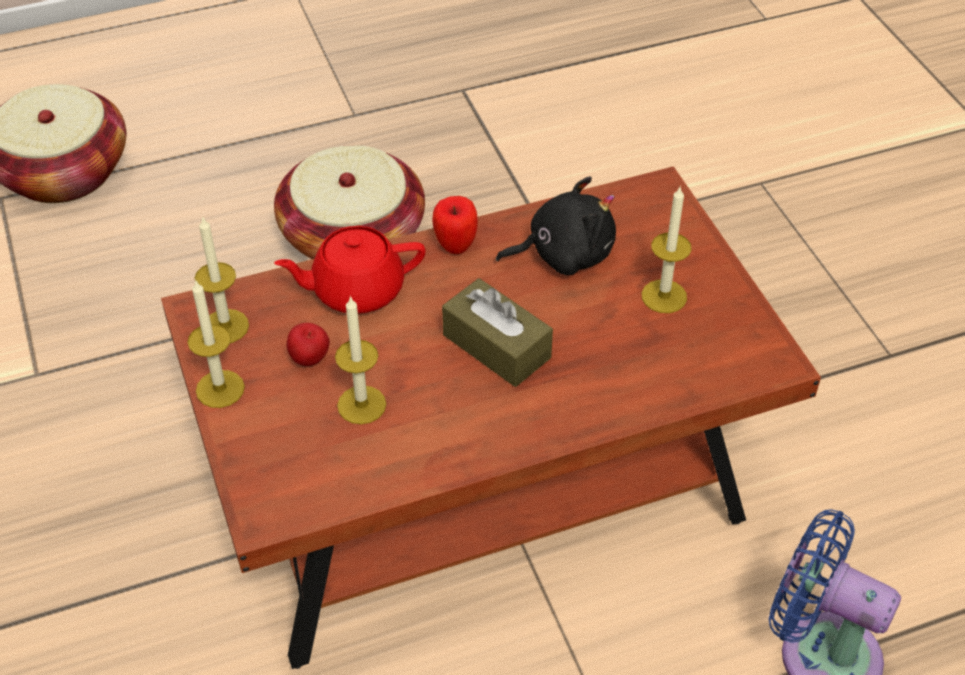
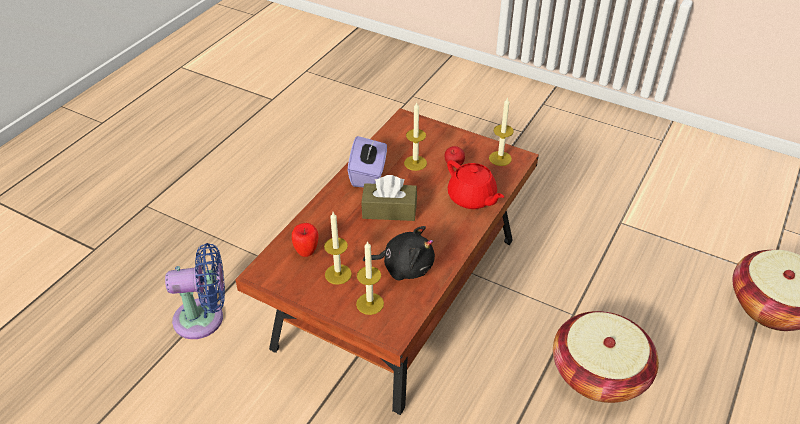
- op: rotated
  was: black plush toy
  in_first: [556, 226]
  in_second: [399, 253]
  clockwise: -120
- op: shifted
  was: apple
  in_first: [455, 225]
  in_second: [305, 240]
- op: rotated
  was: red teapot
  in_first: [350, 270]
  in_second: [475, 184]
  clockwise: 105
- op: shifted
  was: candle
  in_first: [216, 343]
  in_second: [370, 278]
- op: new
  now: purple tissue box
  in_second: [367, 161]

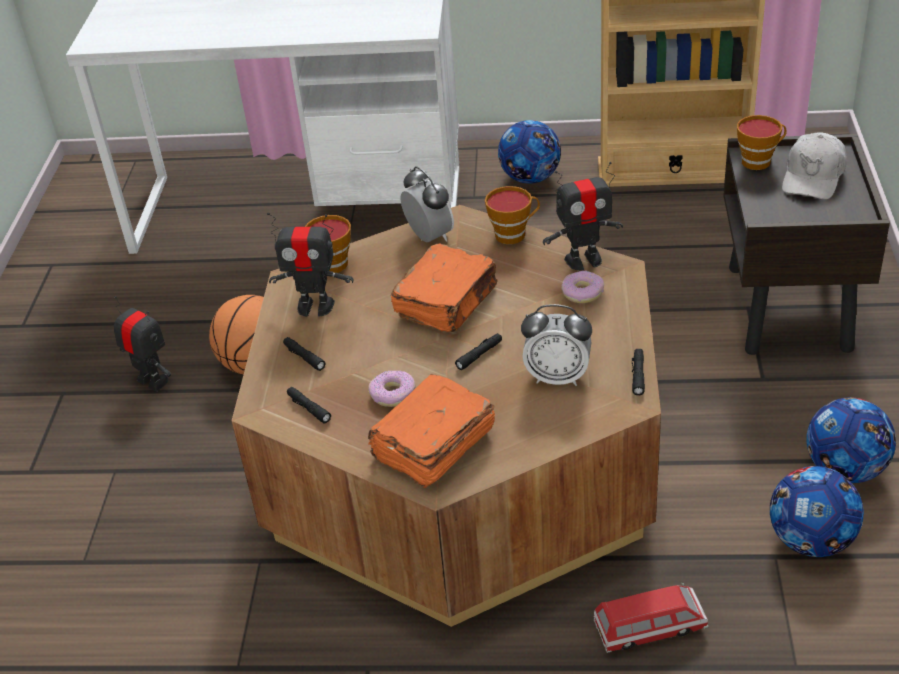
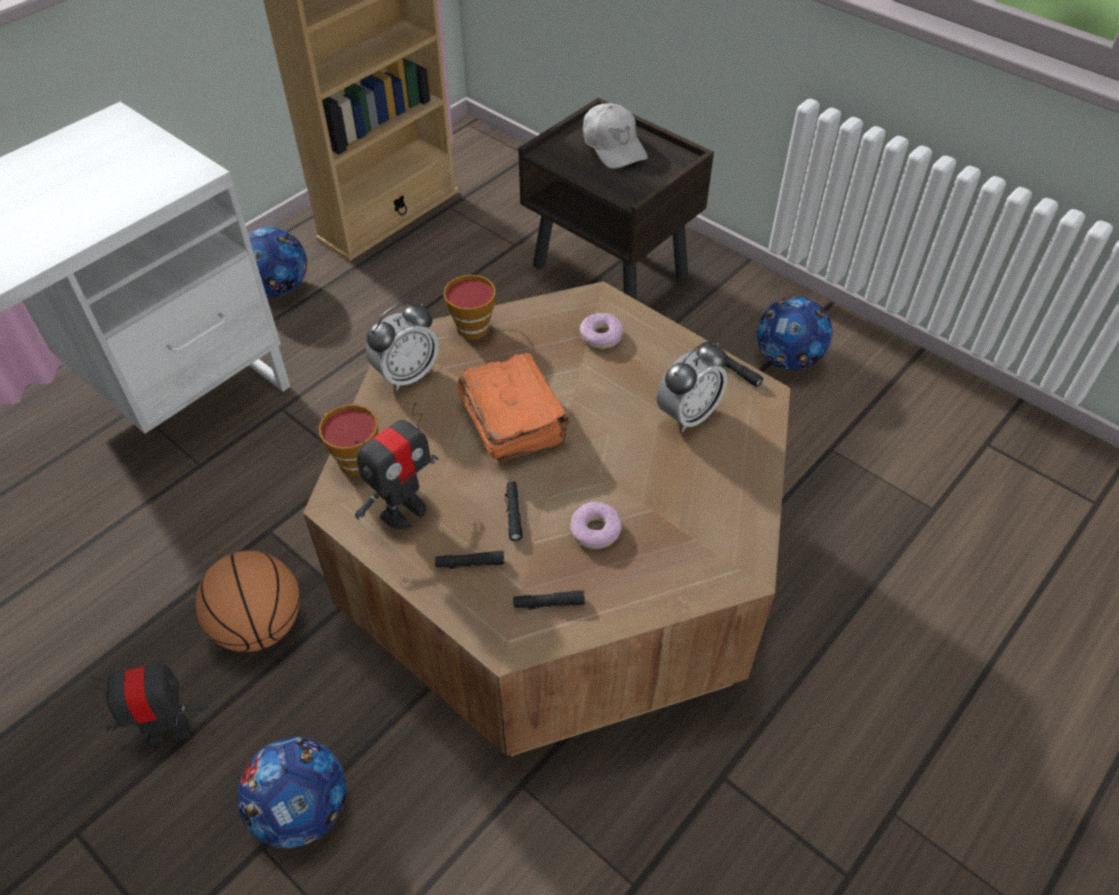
- op: gone
  was: cup
  in_first: [762, 142]
- op: gone
  was: toy robot
  in_first: [583, 216]
- op: rotated
  was: alarm clock
  in_first: [427, 204]
  in_second: [402, 346]
  clockwise: 135
- op: shifted
  was: black flashlight
  in_first: [478, 351]
  in_second: [513, 511]
- op: gone
  was: orange book
  in_first: [432, 431]
- op: shifted
  was: football
  in_first: [817, 511]
  in_second: [291, 792]
- op: gone
  was: toy car
  in_first: [651, 617]

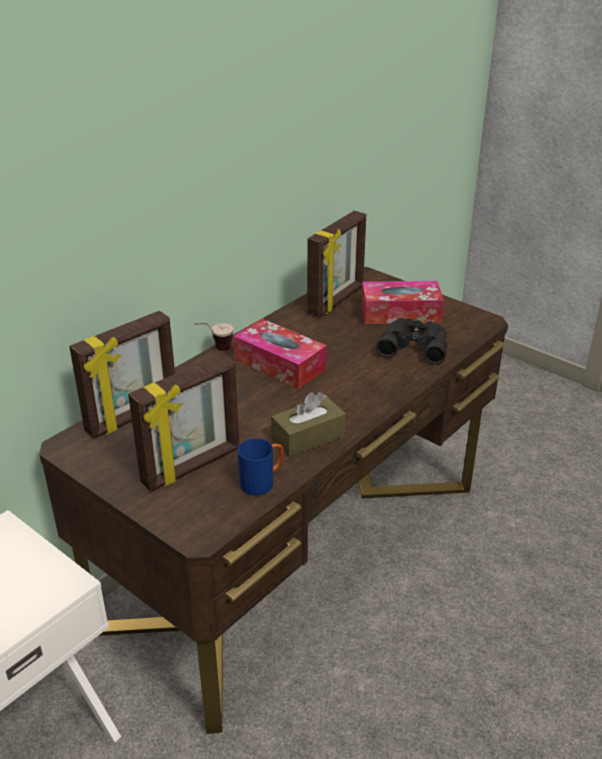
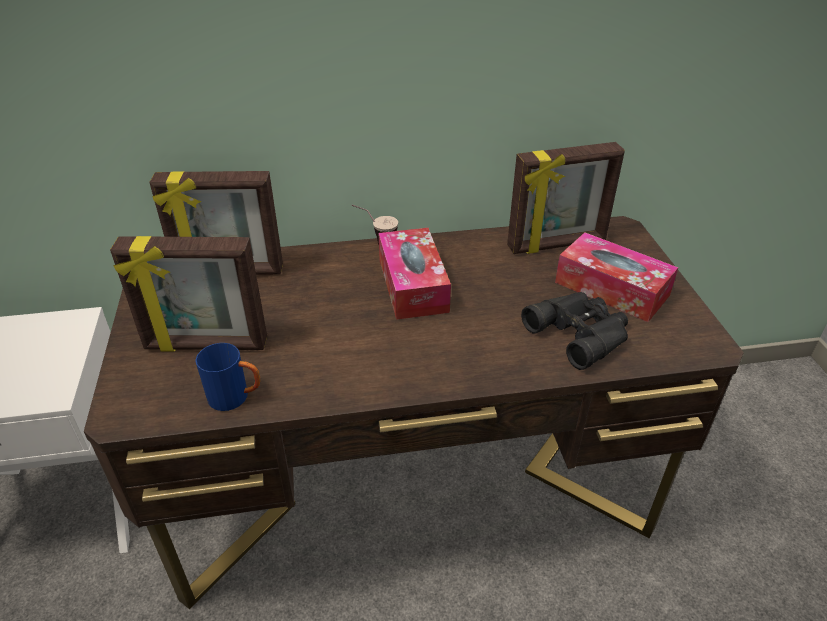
- op: gone
  was: brown tissue box
  in_first: [308, 424]

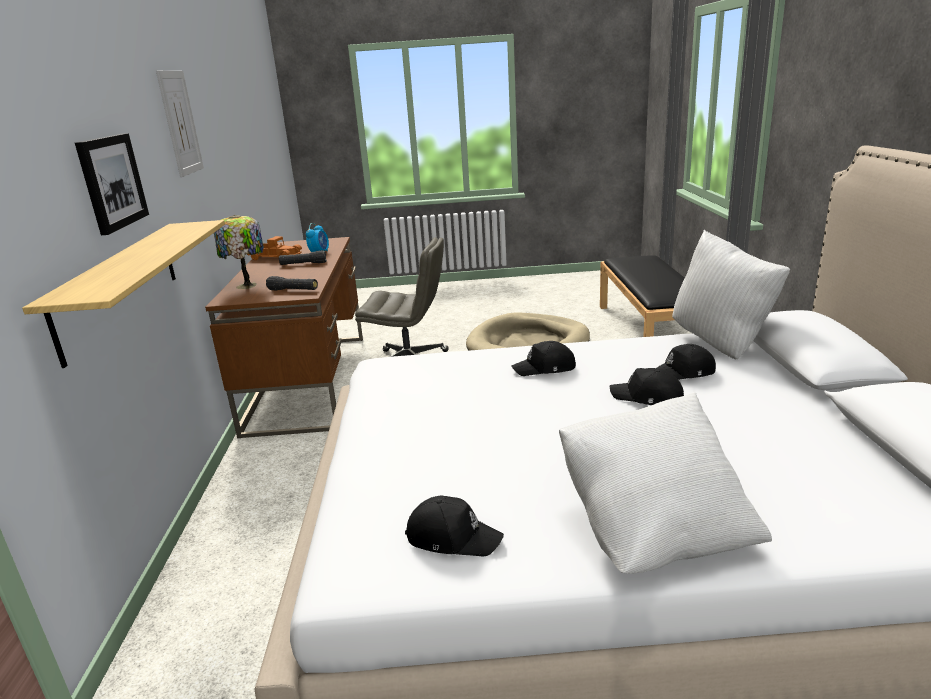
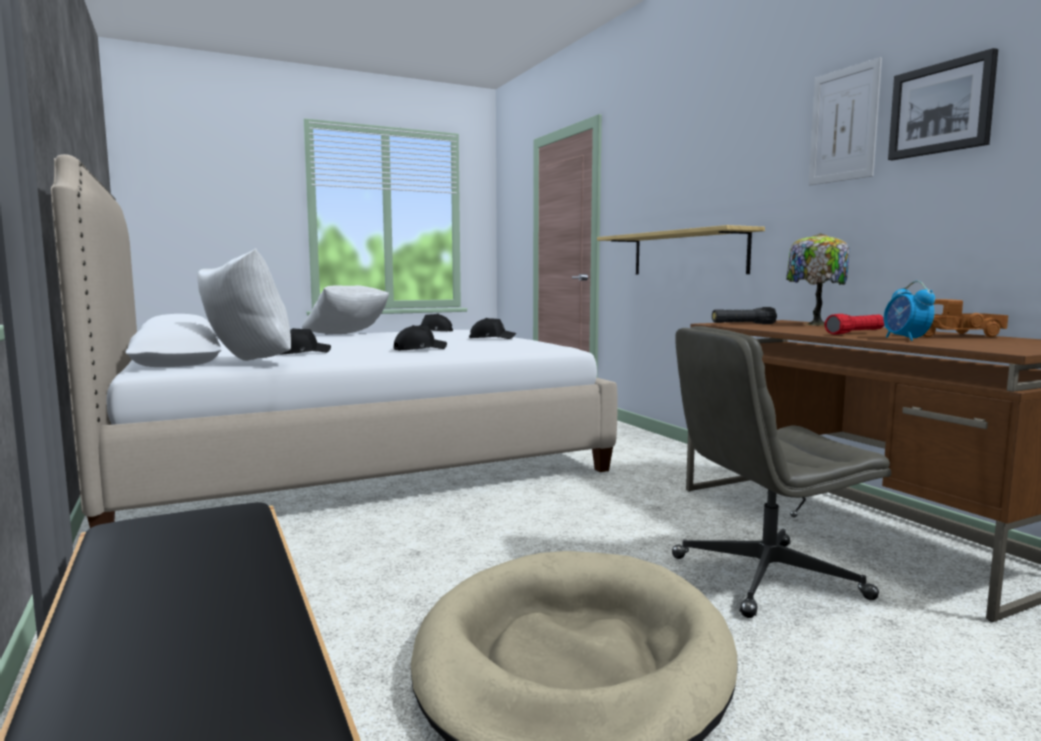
- op: shifted
  was: picture
  in_first: [112, 184]
  in_second: [943, 104]
- op: repainted
  was: black flashlight
  now: red flashlight
  in_first: [303, 257]
  in_second: [854, 324]
- op: shifted
  was: black cap
  in_first: [647, 386]
  in_second: [492, 328]

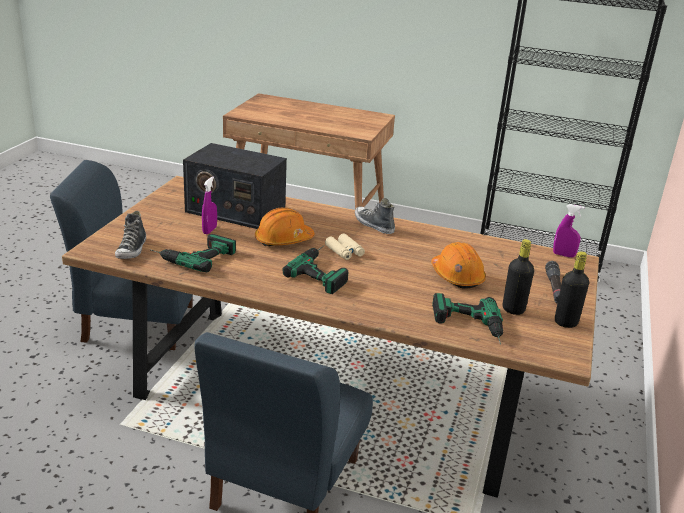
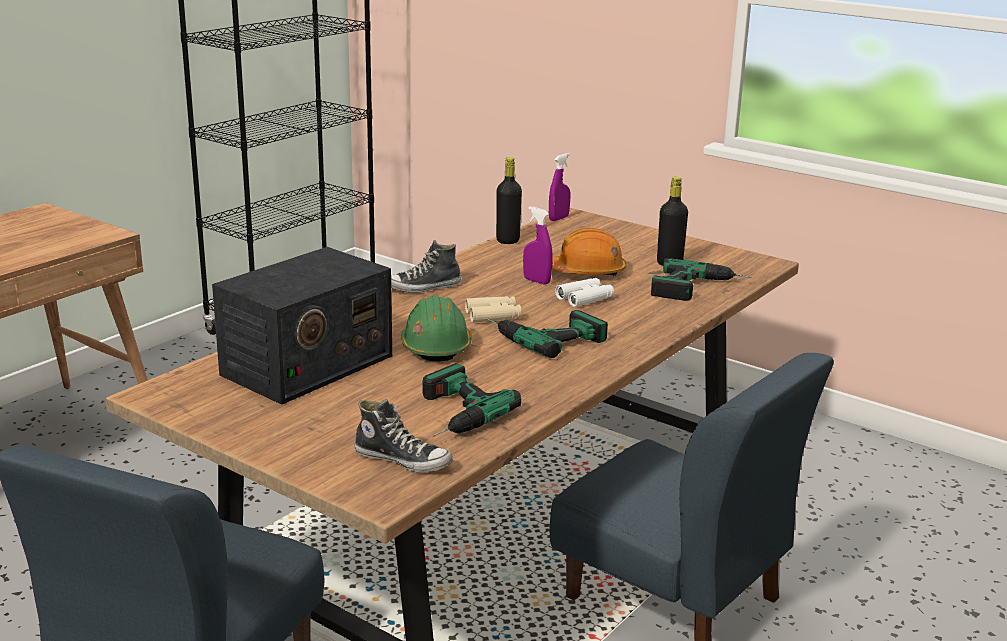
- op: shifted
  was: purple spray bottle
  in_first: [209, 205]
  in_second: [538, 245]
- op: repainted
  was: orange hard hat
  now: green hard hat
  in_first: [284, 226]
  in_second: [436, 328]
- op: shifted
  was: black bottle
  in_first: [572, 289]
  in_second: [509, 200]
- op: gone
  was: black flashlight
  in_first: [553, 282]
- op: new
  now: white binoculars
  in_second: [584, 292]

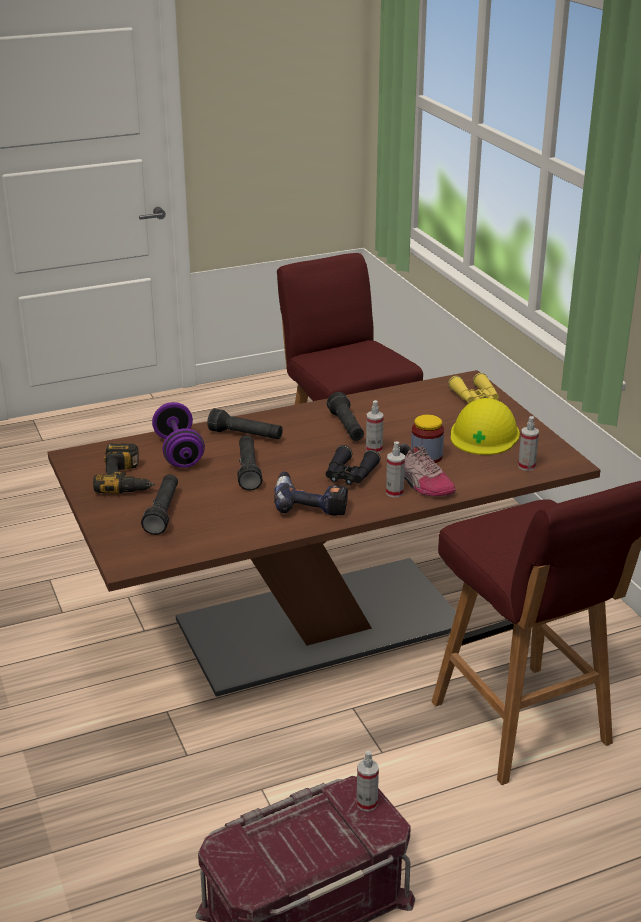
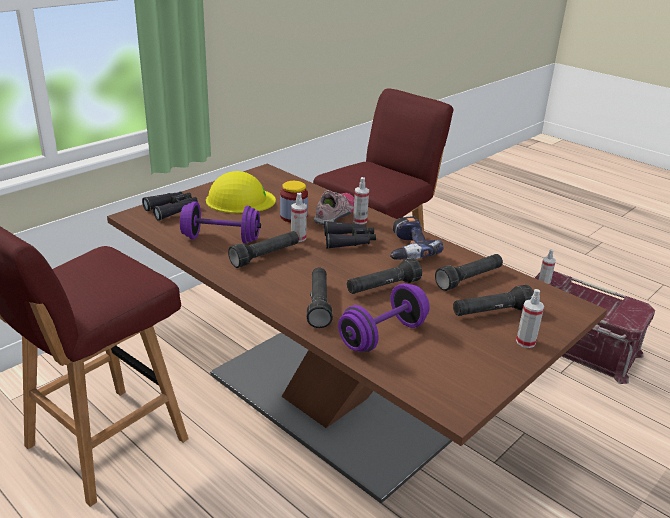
- op: repainted
  was: yellow binoculars
  now: black binoculars
  in_first: [473, 388]
  in_second: [170, 206]
- op: shifted
  was: spray bottle
  in_first: [528, 443]
  in_second: [530, 318]
- op: gone
  was: power drill
  in_first: [124, 468]
- op: new
  now: purple dumbbell
  in_second: [220, 222]
- op: new
  now: black flashlight
  in_second: [469, 272]

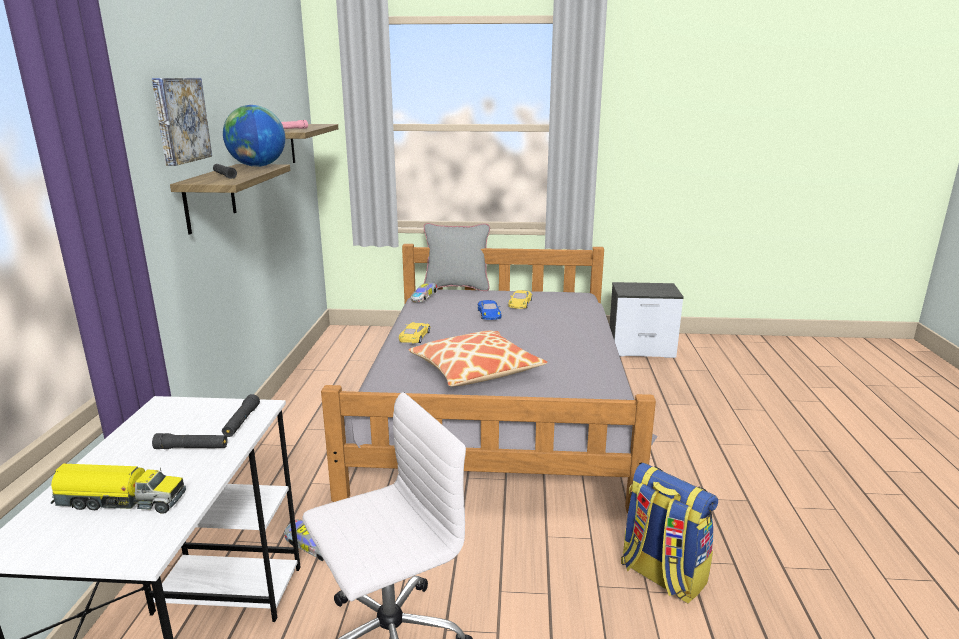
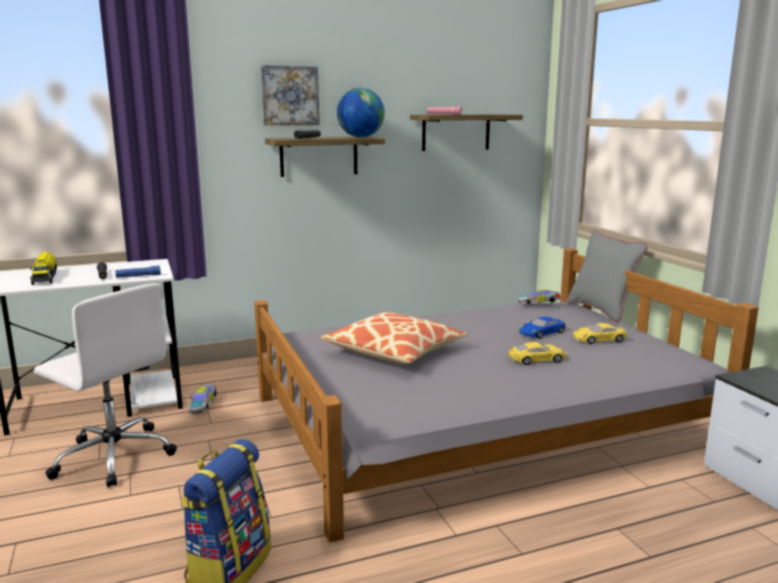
- op: shifted
  was: yellow toy car
  in_first: [414, 332]
  in_second: [537, 353]
- op: repainted
  was: black flashlight
  now: blue flashlight
  in_first: [241, 415]
  in_second: [138, 272]

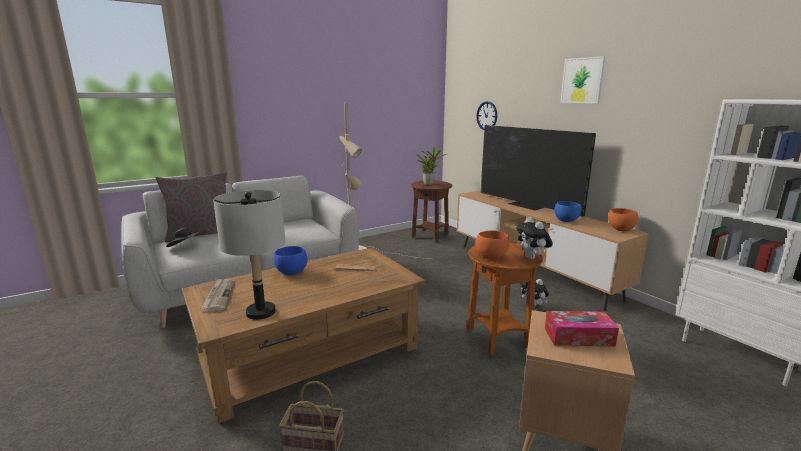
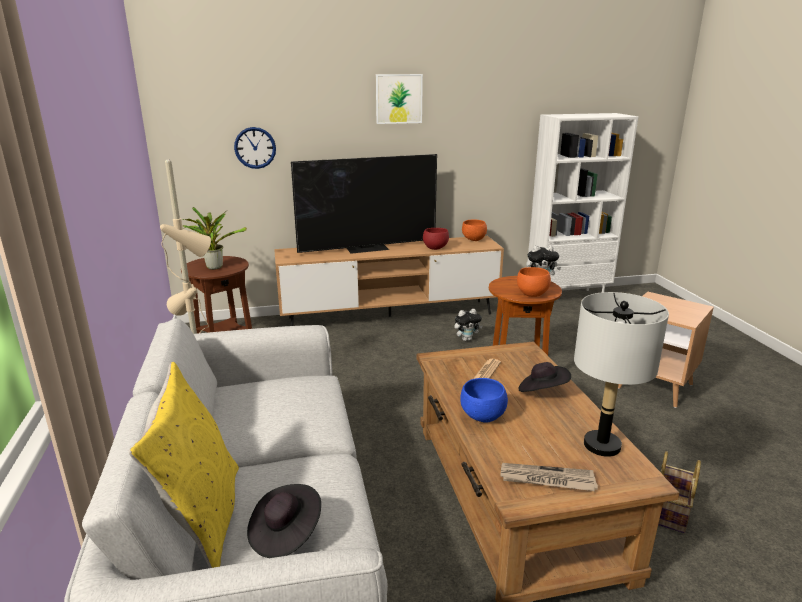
- op: repainted
  was: grey pillow
  now: yellow pillow
  in_first: [191, 206]
  in_second: [183, 465]
- op: repainted
  was: blue bowl
  now: red bowl
  in_first: [568, 211]
  in_second: [436, 239]
- op: gone
  was: tissue box
  in_first: [582, 328]
- op: new
  now: black hat
  in_second: [544, 377]

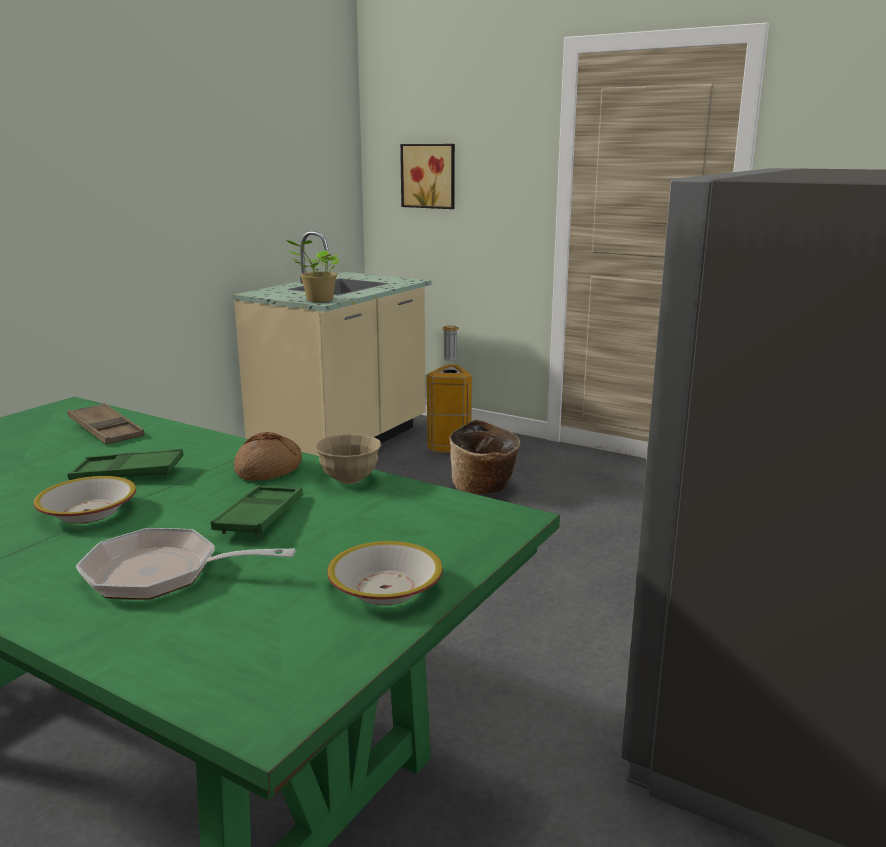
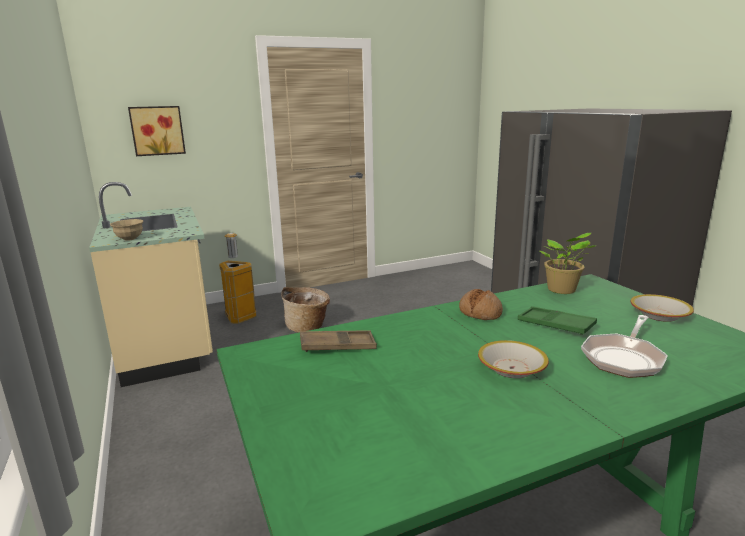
- op: shifted
  was: potted plant
  in_first: [313, 271]
  in_second: [568, 263]
- op: shifted
  was: beige bowl
  in_first: [348, 459]
  in_second: [126, 230]
- op: gone
  was: green tray
  in_first: [125, 464]

